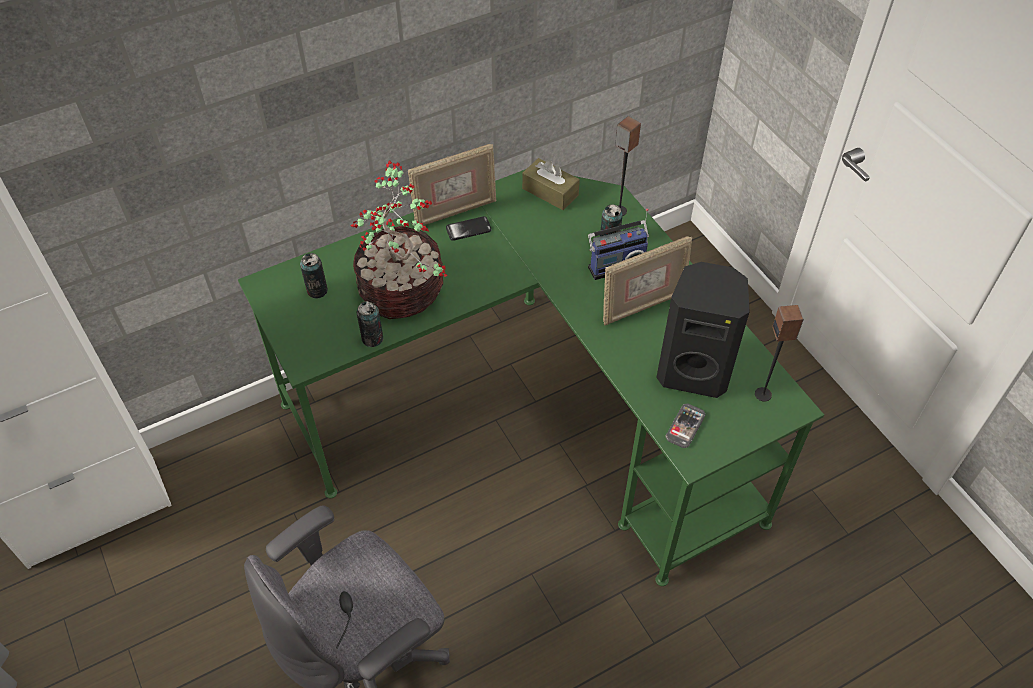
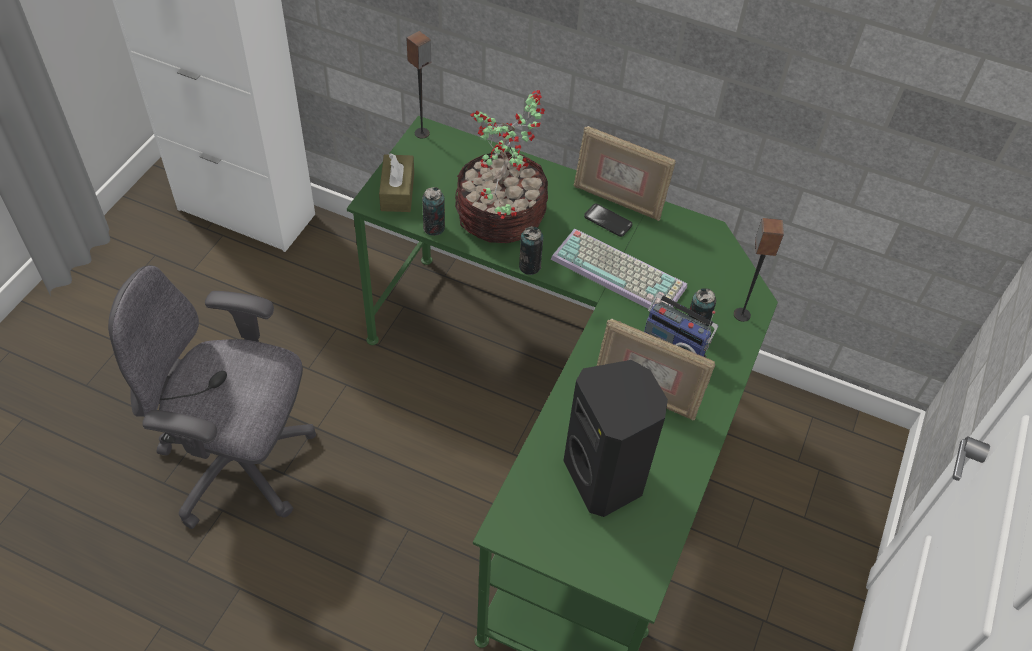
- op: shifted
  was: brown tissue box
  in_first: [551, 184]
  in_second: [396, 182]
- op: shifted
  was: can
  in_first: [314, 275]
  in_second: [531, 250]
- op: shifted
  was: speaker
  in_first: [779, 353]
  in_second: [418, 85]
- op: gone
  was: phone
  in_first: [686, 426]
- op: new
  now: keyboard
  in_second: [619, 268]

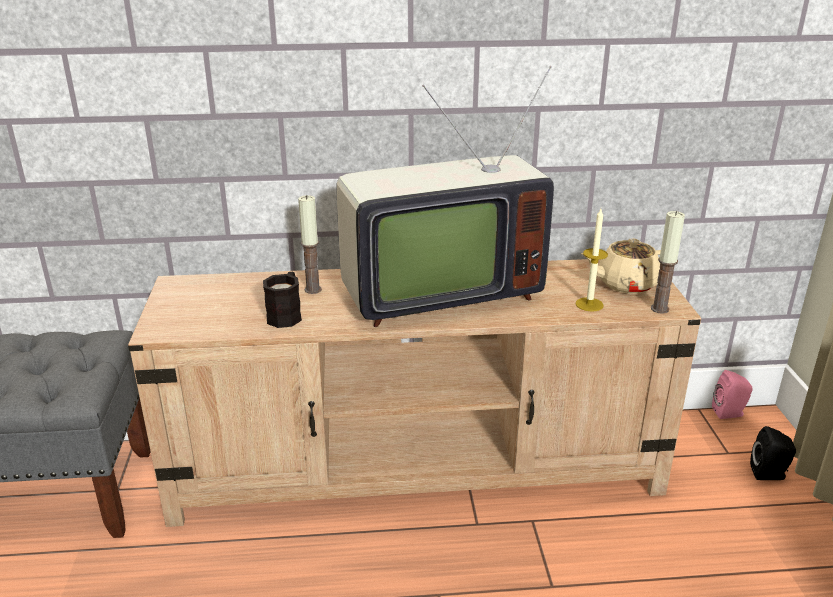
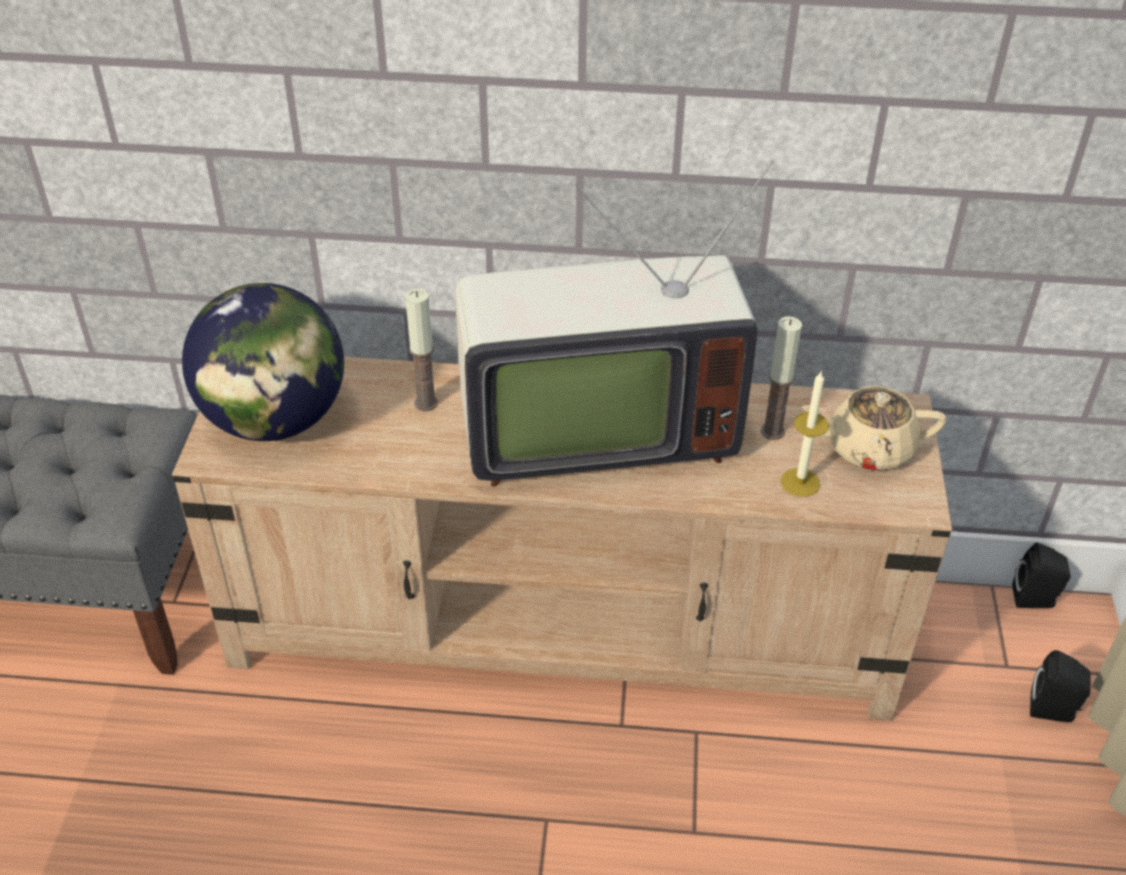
- op: shifted
  was: candle
  in_first: [668, 262]
  in_second: [781, 378]
- op: gone
  was: black mug
  in_first: [282, 300]
- op: repainted
  was: pink speaker
  now: black speaker
  in_first: [732, 394]
  in_second: [1041, 575]
- op: new
  now: globe
  in_second: [263, 362]

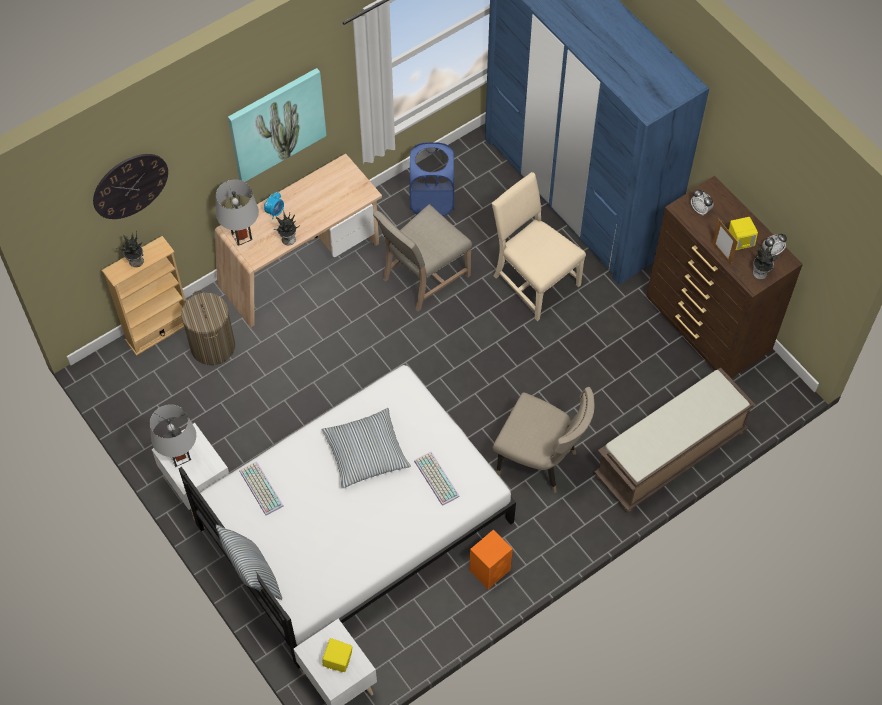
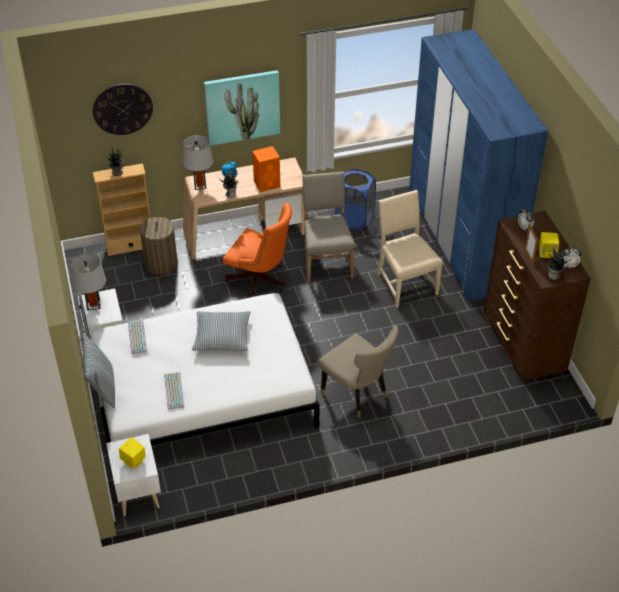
- op: rotated
  was: beige chair
  in_first: [422, 257]
  in_second: [328, 227]
  clockwise: 105
- op: gone
  was: brown bench
  in_first: [675, 440]
- op: shifted
  was: keyboard
  in_first: [437, 479]
  in_second: [174, 390]
- op: shifted
  was: orange speaker
  in_first: [491, 559]
  in_second: [266, 169]
- op: new
  now: orange office chair
  in_second: [257, 250]

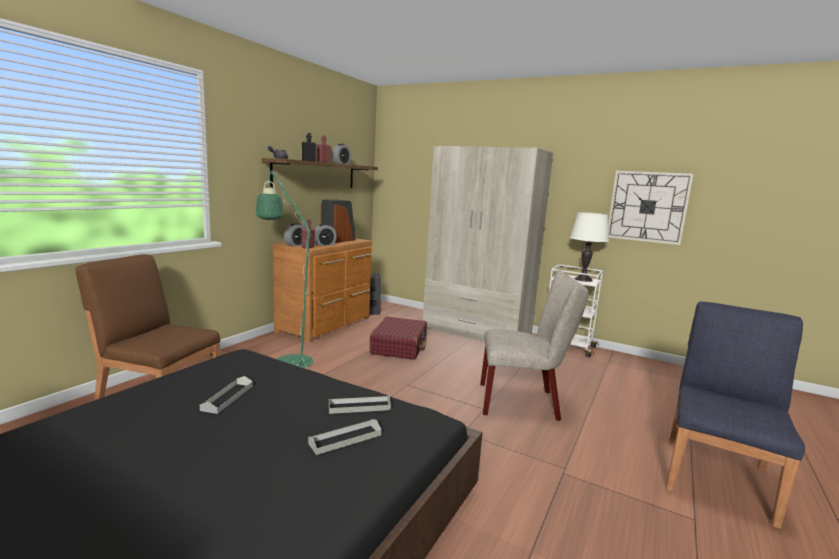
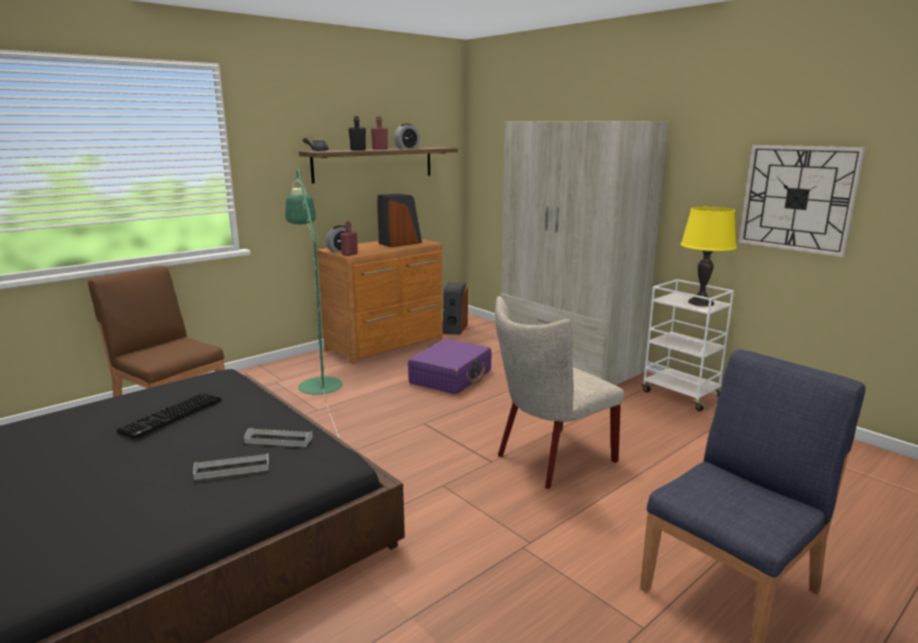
- op: repainted
  was: white table lamp
  now: yellow table lamp
  in_first: [589, 247]
  in_second: [709, 256]
- op: gone
  was: alarm clock
  in_first: [326, 235]
- op: rotated
  was: beige chair
  in_first: [534, 345]
  in_second: [559, 392]
  clockwise: 120
- op: repainted
  was: red suitcase
  now: purple suitcase
  in_first: [398, 338]
  in_second: [450, 366]
- op: swapped
  was: grey tray
  now: keyboard
  in_first: [226, 395]
  in_second: [168, 416]

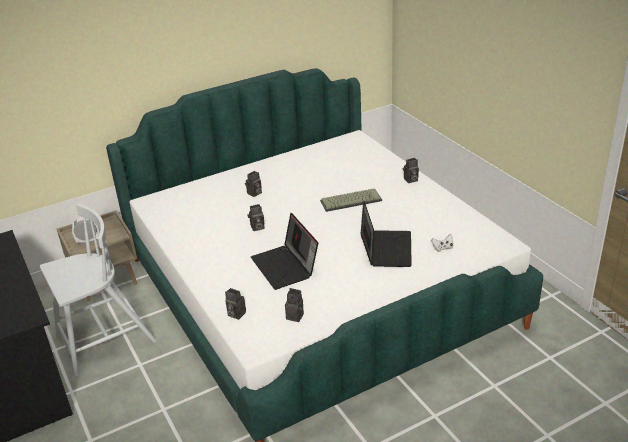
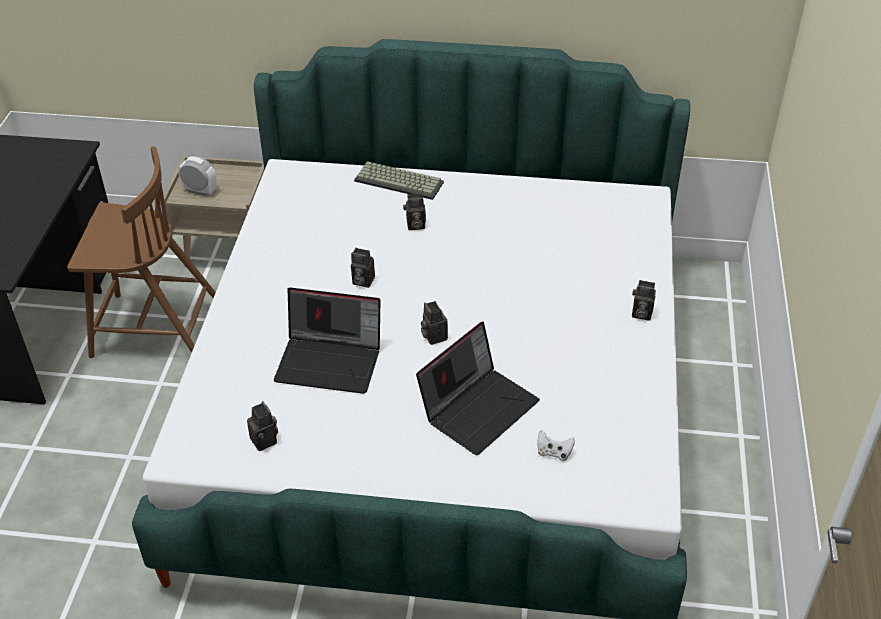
- op: shifted
  was: keyboard
  in_first: [351, 200]
  in_second: [399, 180]
- op: repainted
  was: white chair
  now: brown chair
  in_first: [98, 290]
  in_second: [141, 252]
- op: rotated
  was: laptop
  in_first: [284, 251]
  in_second: [327, 341]
  clockwise: -90
- op: shifted
  was: photo camera
  in_first: [235, 304]
  in_second: [434, 323]

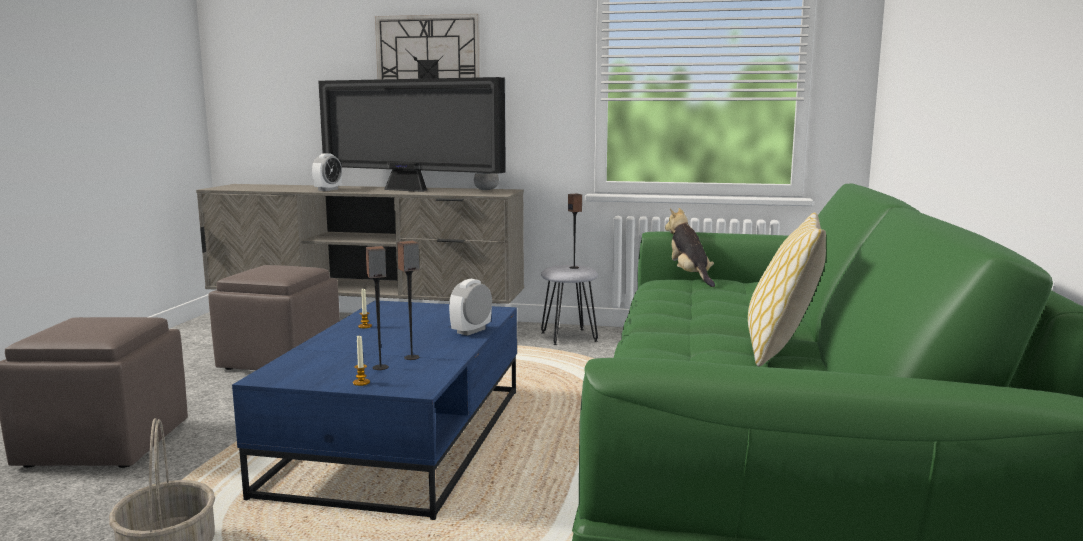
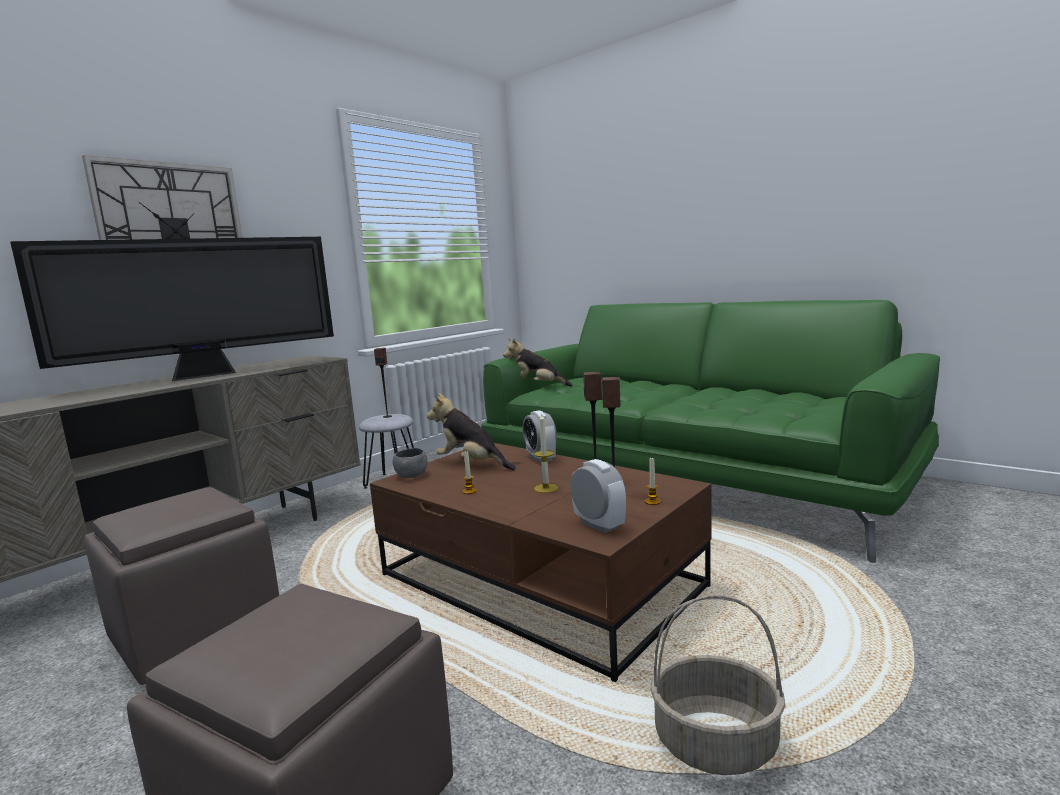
- op: shifted
  was: alarm clock
  in_first: [327, 172]
  in_second: [598, 496]
- op: shifted
  was: grey bowl
  in_first: [486, 181]
  in_second: [410, 463]
- op: gone
  was: pillow
  in_first: [787, 289]
- op: repainted
  was: blue coffee table
  now: brown coffee table
  in_first: [374, 410]
  in_second: [541, 562]
- op: new
  now: plush toy
  in_second: [471, 431]
- op: new
  now: candle
  in_second: [546, 452]

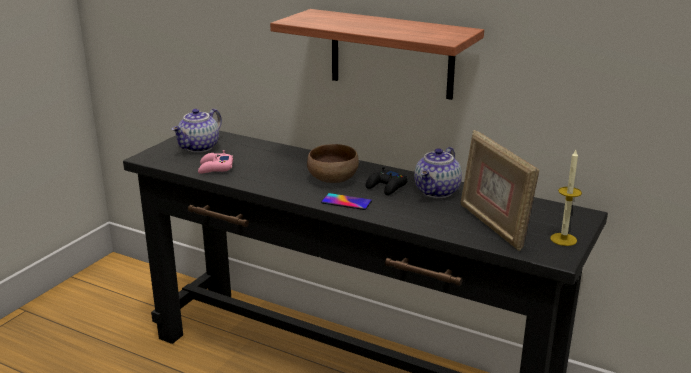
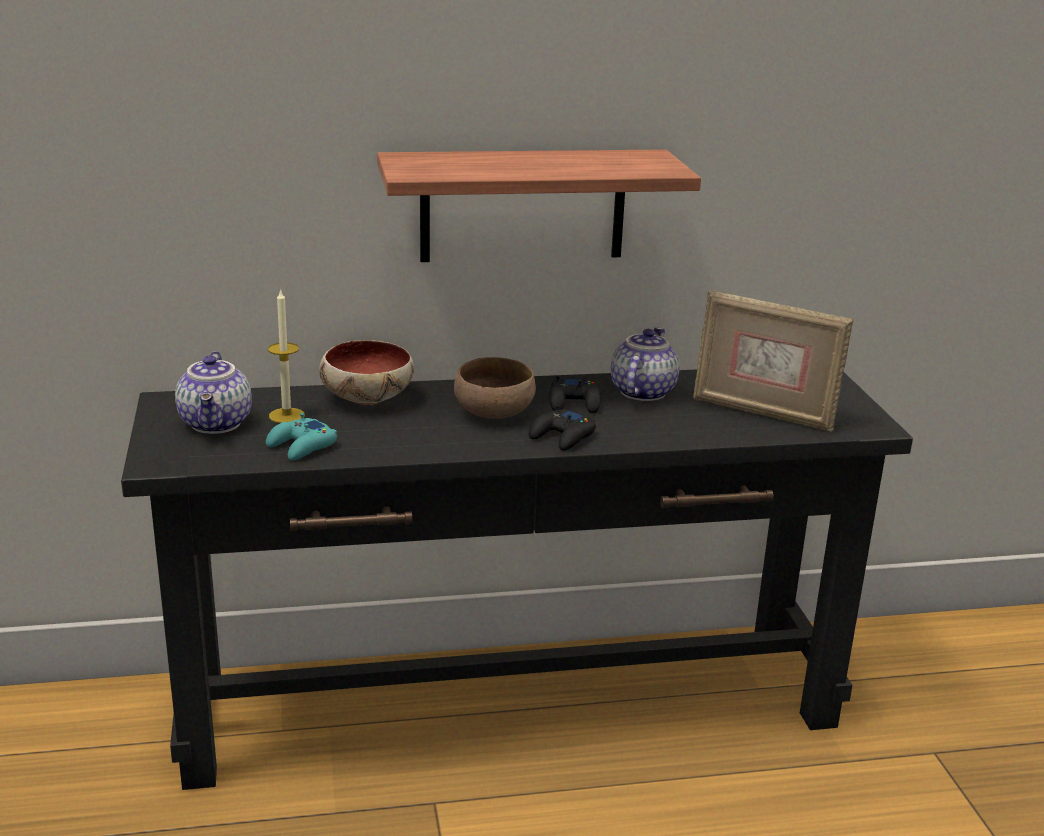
- op: rotated
  was: teapot
  in_first: [438, 172]
  in_second: [645, 364]
  clockwise: -150
- op: repainted
  was: pink game controller
  now: turquoise game controller
  in_first: [215, 162]
  in_second: [301, 437]
- op: shifted
  was: candle
  in_first: [566, 198]
  in_second: [286, 355]
- op: swapped
  was: phone
  now: black game controller
  in_first: [346, 201]
  in_second: [562, 427]
- op: new
  now: bowl
  in_second: [366, 372]

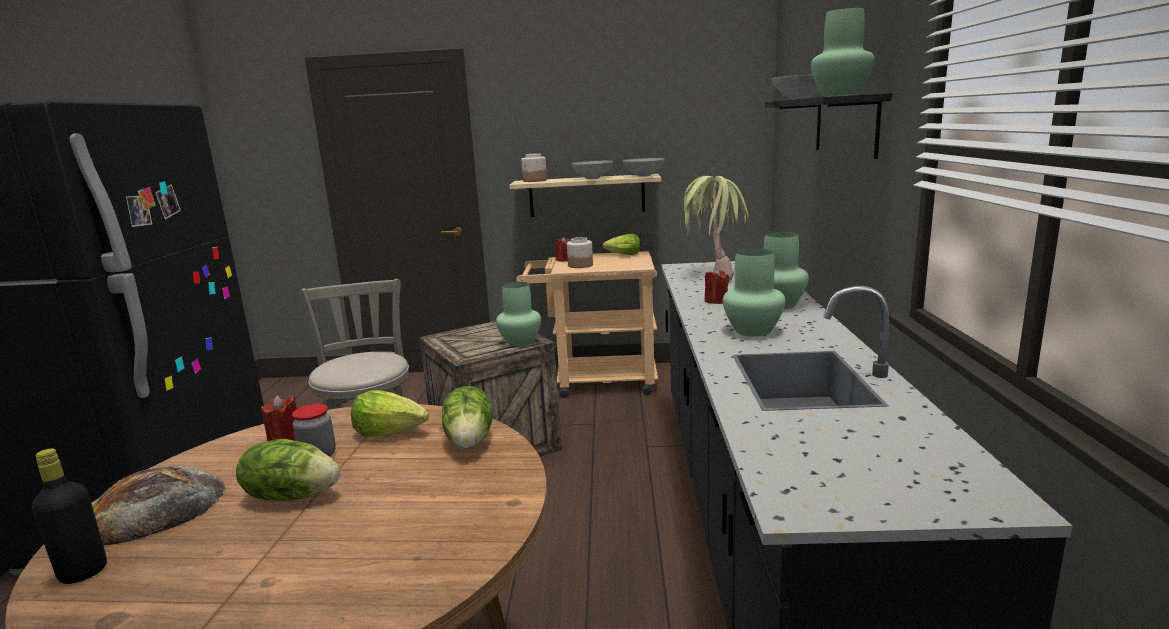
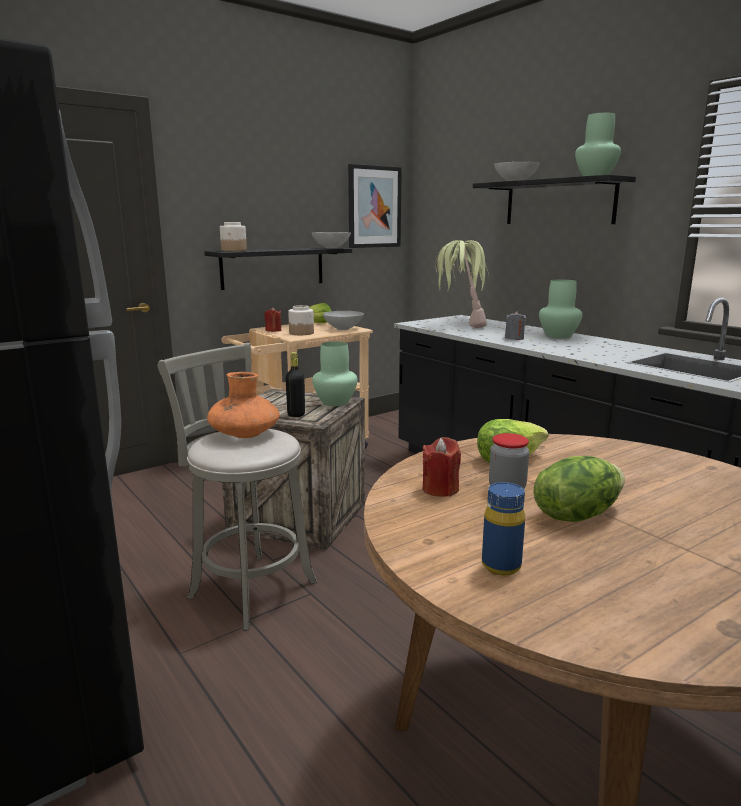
- op: shifted
  was: grey bowl
  in_first: [592, 170]
  in_second: [343, 320]
- op: repainted
  was: beige shelf
  now: black shelf
  in_first: [585, 195]
  in_second: [278, 269]
- op: gone
  was: green vase
  in_first: [754, 293]
- op: repainted
  was: red candle
  now: grey candle
  in_first: [716, 286]
  in_second: [515, 325]
- op: gone
  was: lettuce
  in_first: [467, 417]
- op: shifted
  was: black bottle
  in_first: [69, 516]
  in_second: [295, 384]
- op: swapped
  was: bread
  now: blue bottle
  in_first: [159, 506]
  in_second: [503, 528]
- op: new
  now: picture
  in_second: [375, 206]
- op: new
  now: orange vase
  in_second: [243, 405]

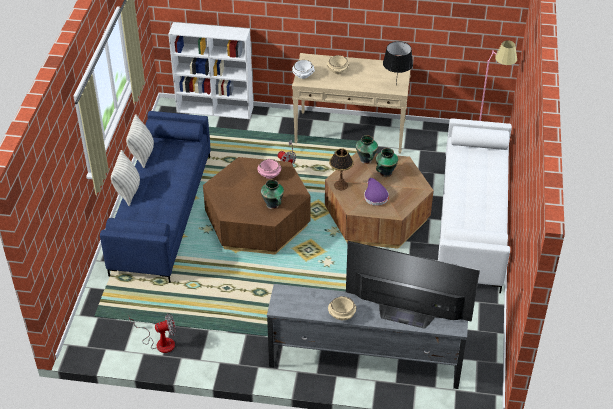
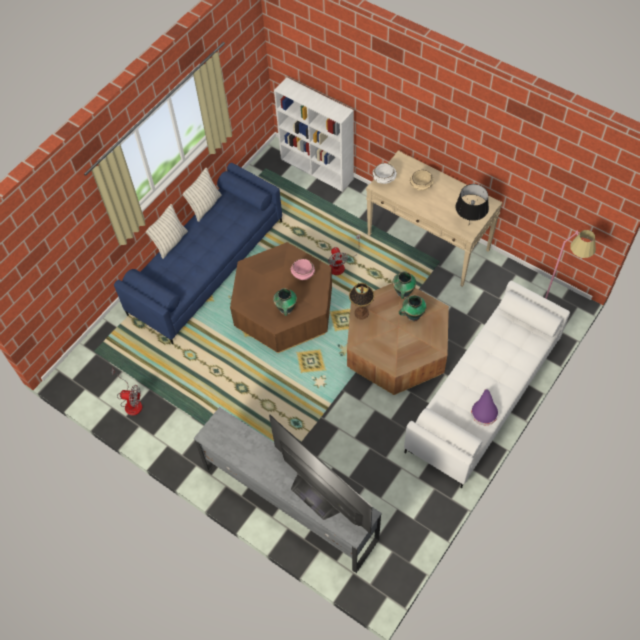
- op: shifted
  was: purple hat
  in_first: [376, 192]
  in_second: [484, 407]
- op: gone
  was: beige bowl
  in_first: [342, 308]

